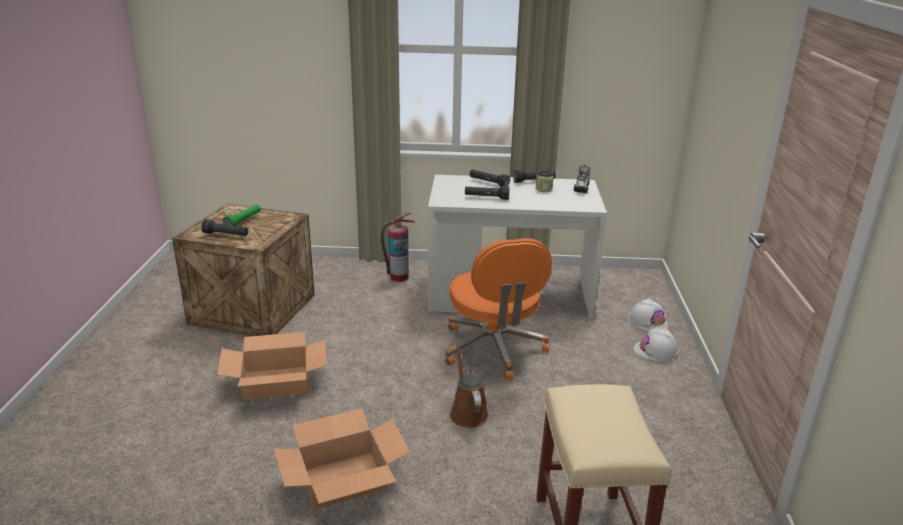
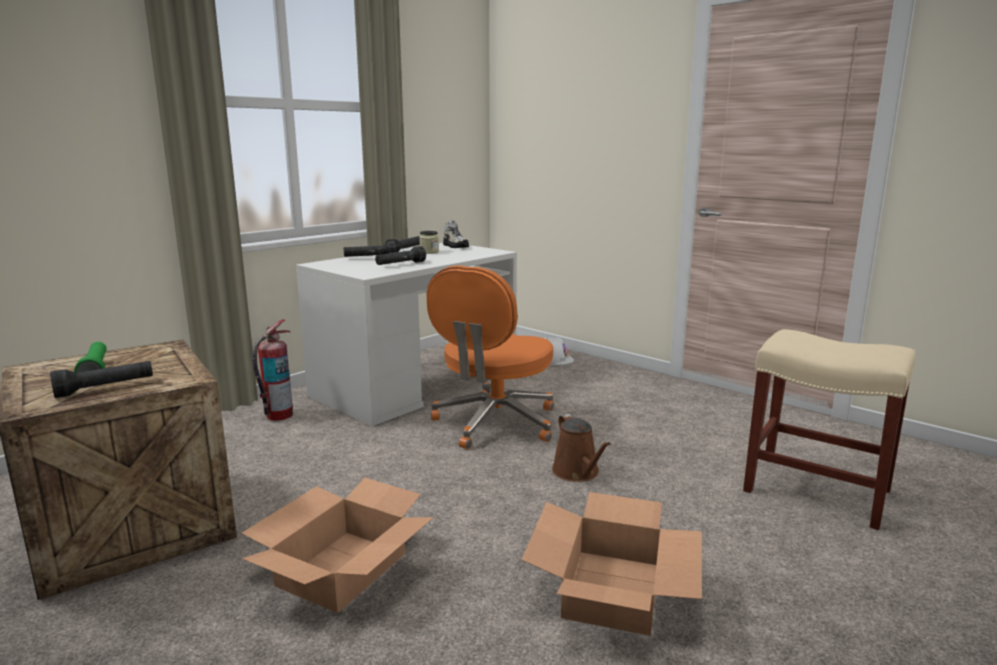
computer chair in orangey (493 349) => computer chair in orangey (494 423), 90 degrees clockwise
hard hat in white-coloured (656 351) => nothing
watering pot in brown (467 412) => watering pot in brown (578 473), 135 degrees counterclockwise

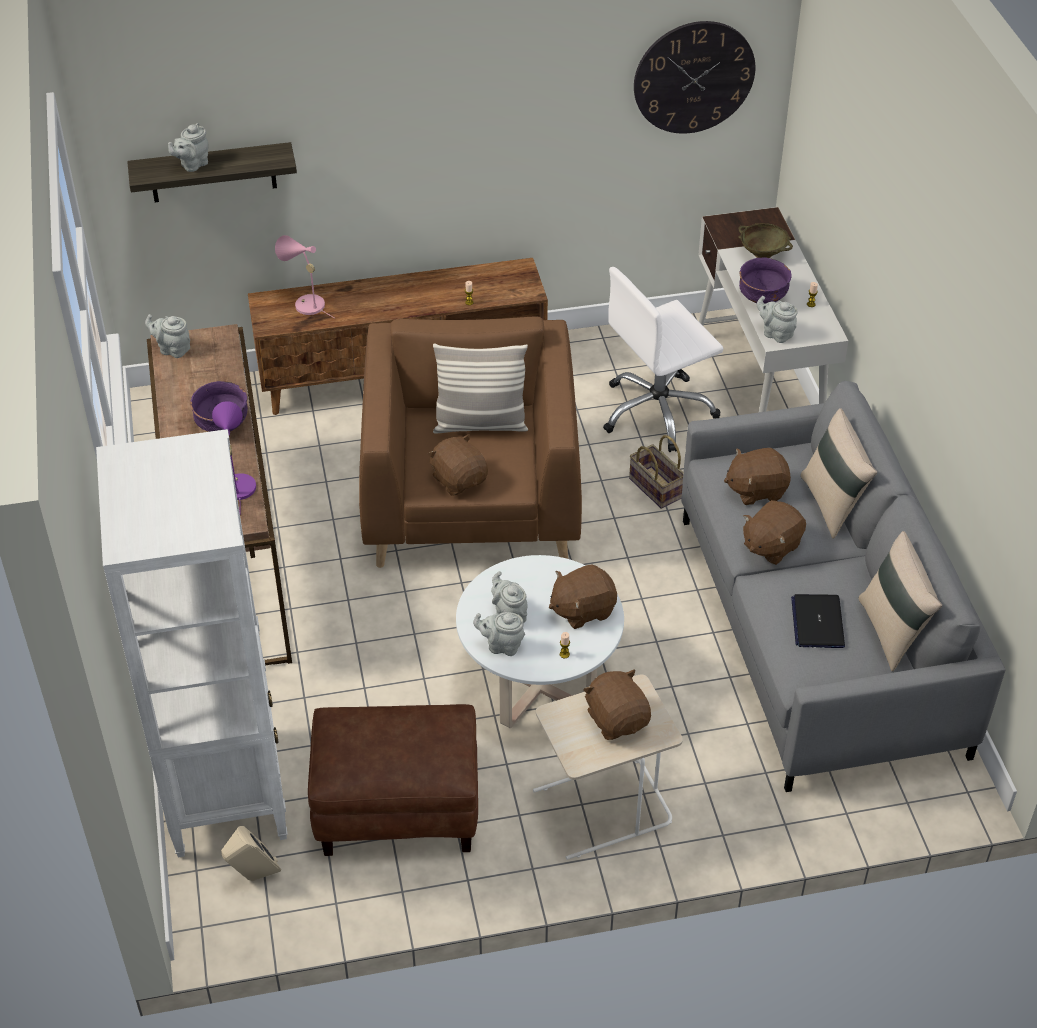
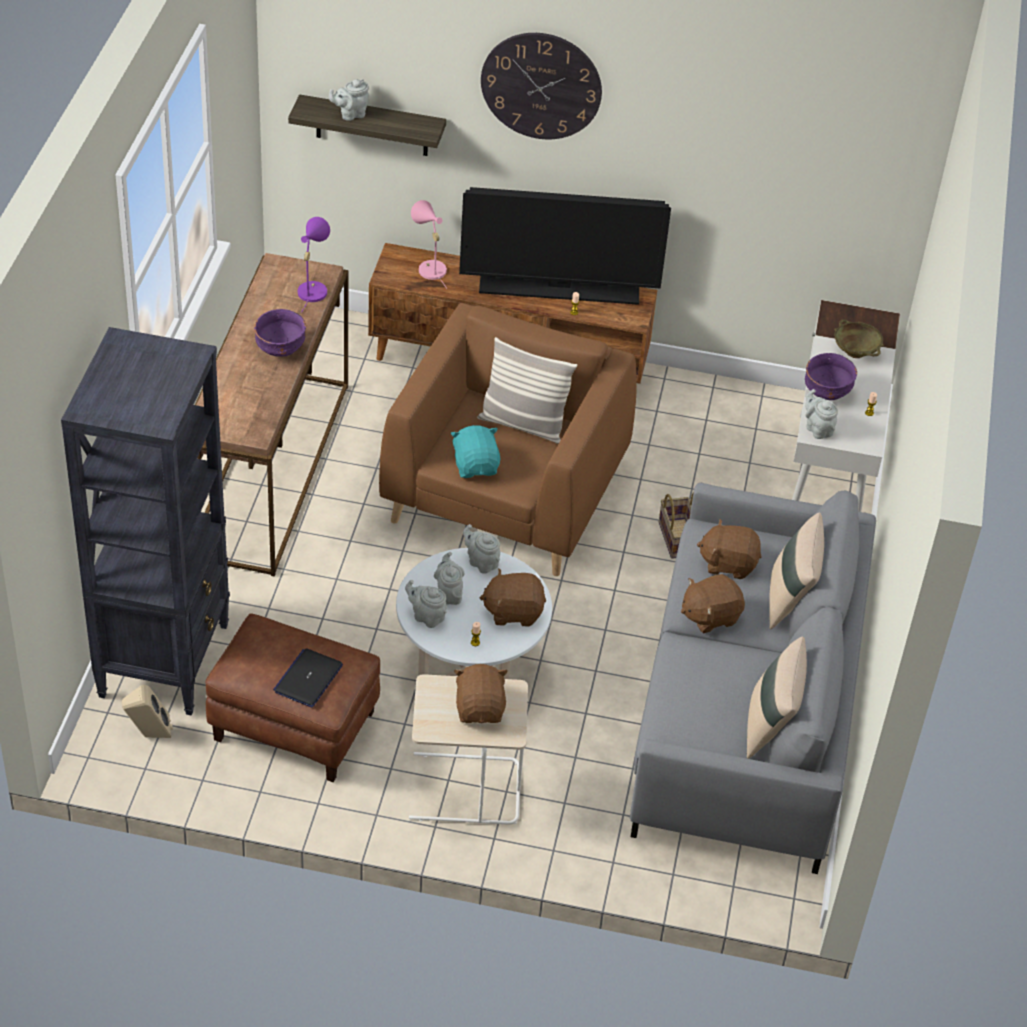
clock on the wall (694 77) => clock on the wall (541 85), move
computer chair in white-coloured (657 412) => nothing
tea pot in greyish (172 349) => tea pot in greyish (481 562), move
tabletop lamp in purplish (237 484) => tabletop lamp in purplish (312 289), move
bookcase in white-coloured (226 790) => bookcase in black (165 659)
cuddly toy in brown (459 479) => cuddly toy in blue-green (476 466)
portable computer (817 622) => portable computer (308 678), move
nothing => TV (560 290)

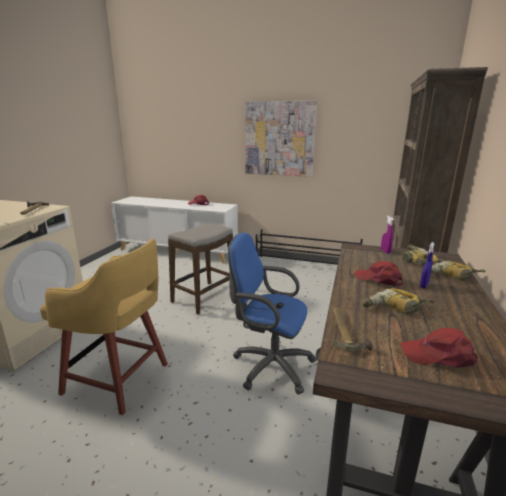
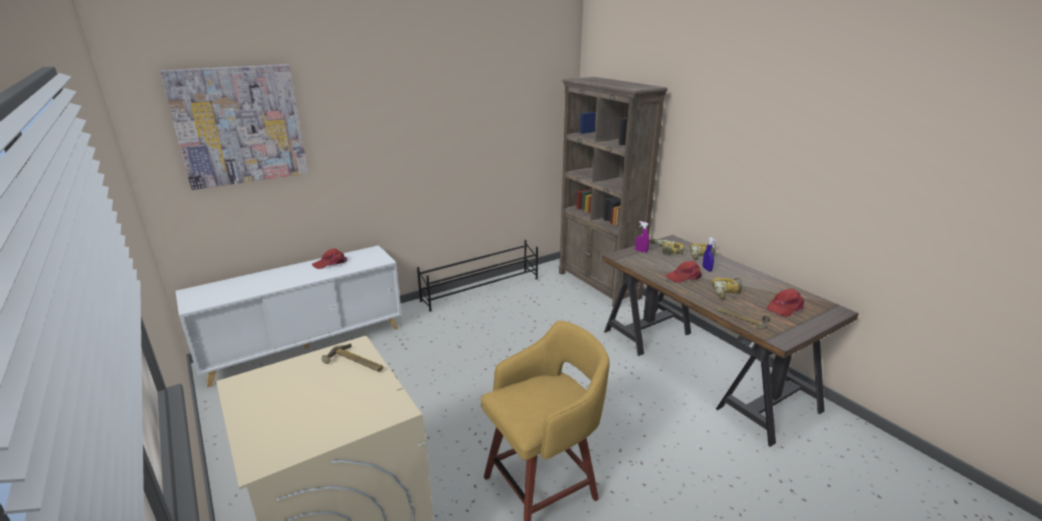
picture (279 139) => picture (240 125), move
sitting stool (204 297) => nothing
computer chair in bluish (268 365) => nothing

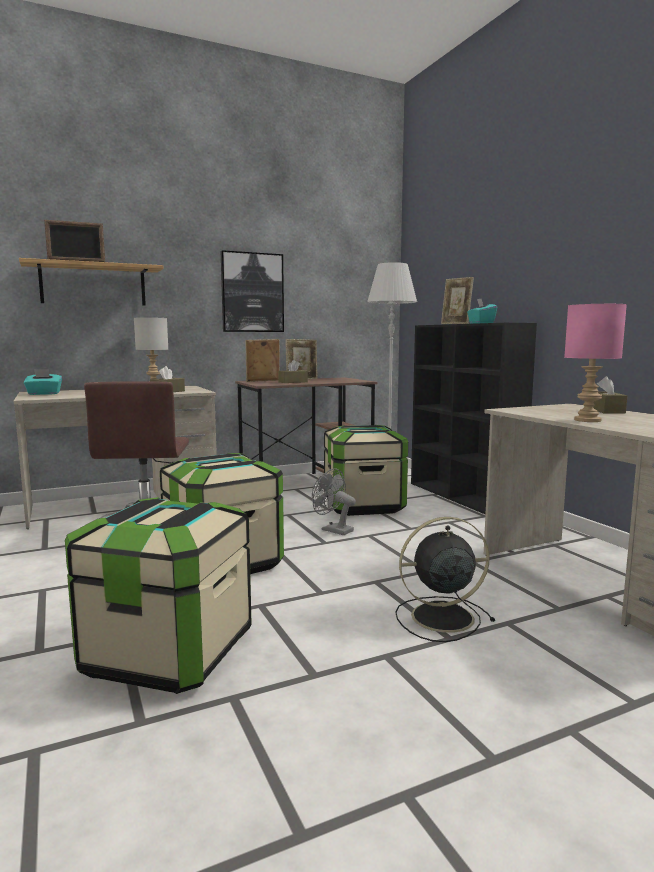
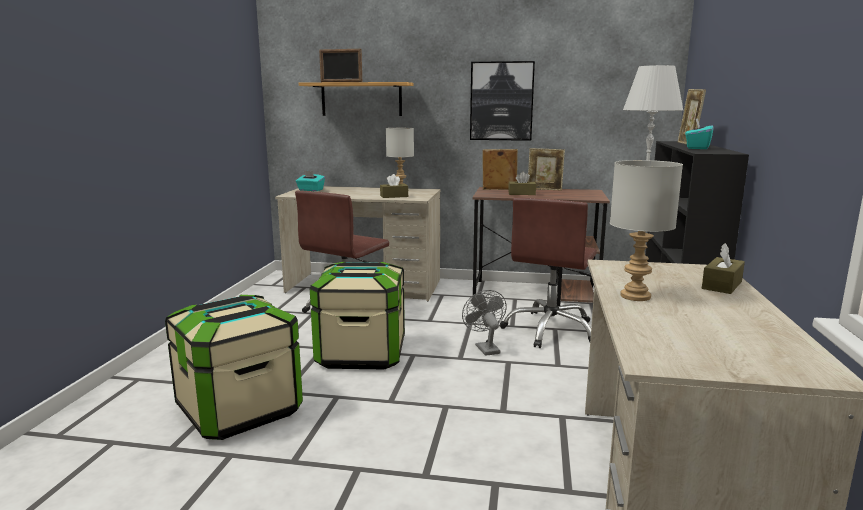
tabletop lamp in pink-coloured (586 420) => tabletop lamp in greyish (634 296)
storage box (363 505) => computer chair in brown (550 330)
fan in black (439 617) => nothing

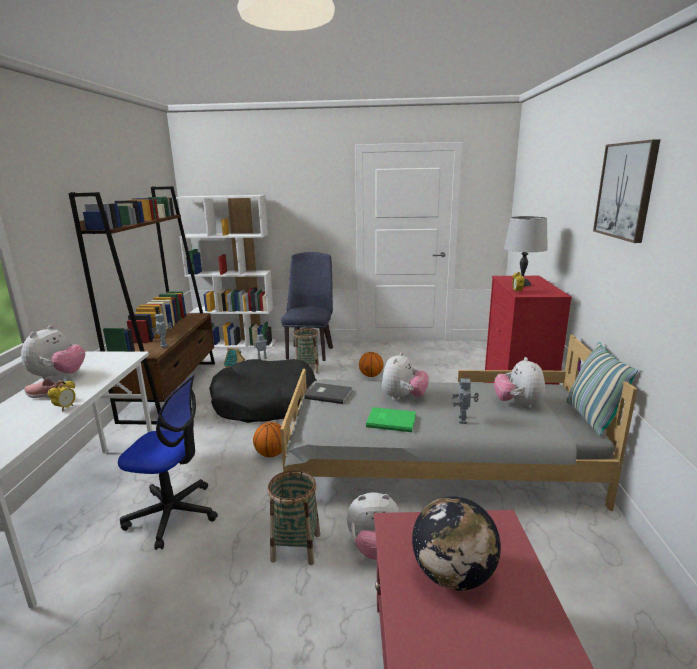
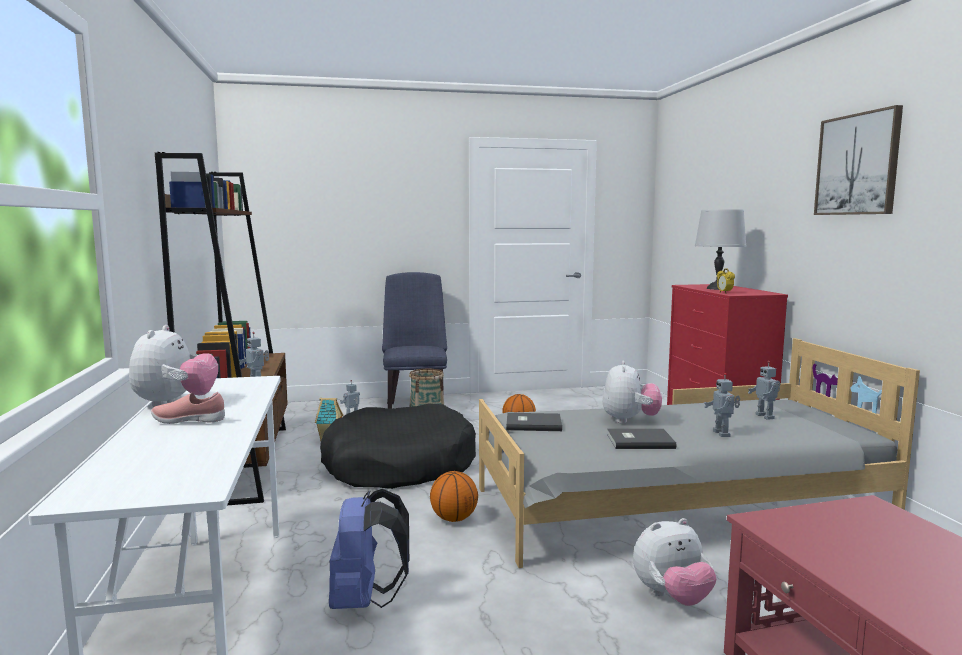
bookcase in white-coloured (236 344) => nothing
throw pillow (591 418) => nothing
cuddly toy (518 404) => toy robot (765 416)
computer chair (173 514) => knapsack in bluish (365 601)
table clock (66 408) => nothing
volume in green (390 420) => volume in greyish (638 441)
household basket (296 547) => nothing
globe (453 575) => nothing

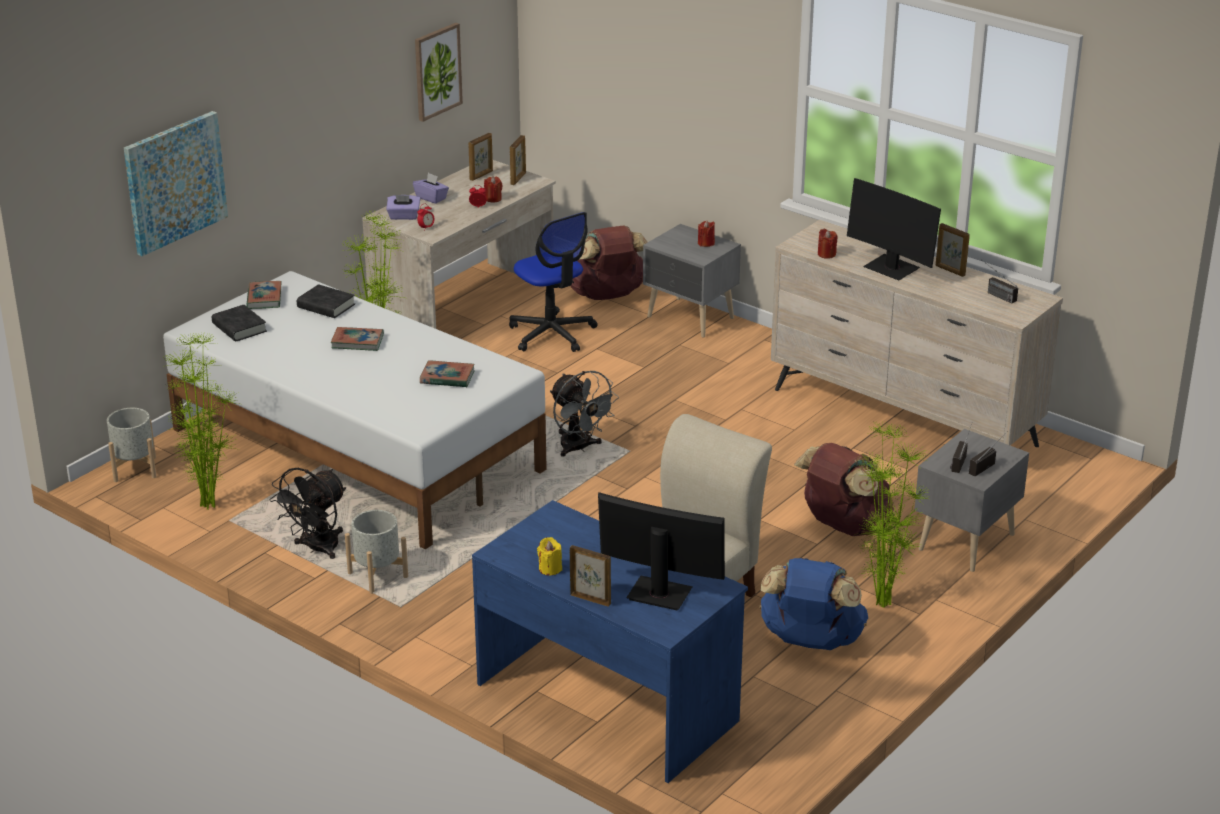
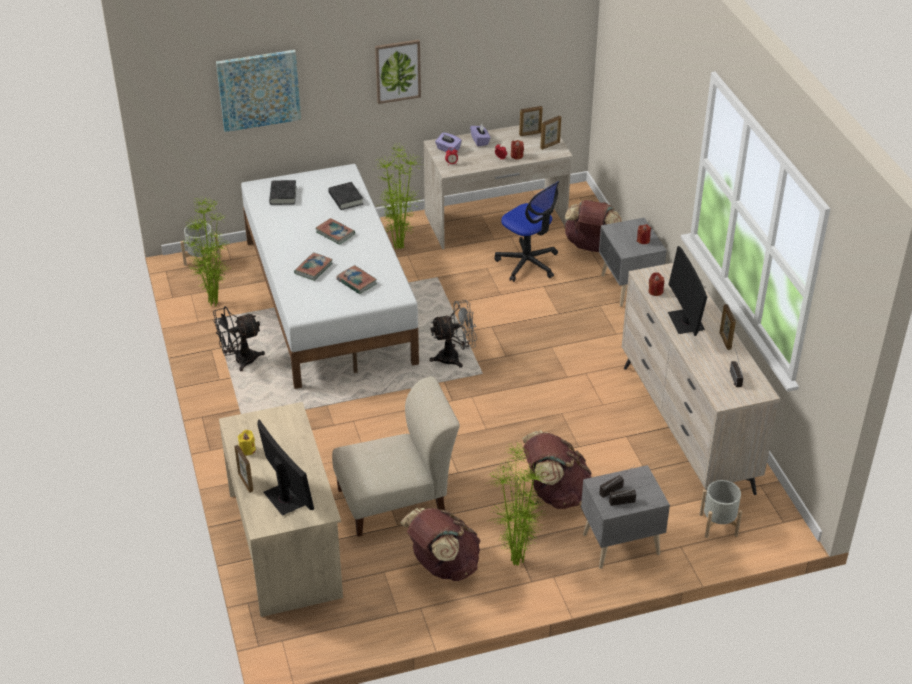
picture (437 71) => picture (397 71), move
computer chair (552 334) => computer chair (527 263), 45 degrees counterclockwise
volume (264 298) => volume (313 268), move
fan in greyish (579 448) => fan in greyish (454 357), 105 degrees counterclockwise
desk table in bluish (608 701) => desk table in beige-coloured (286 544)
flower pot in greyish (378 575) => flower pot in greyish (718 525), move
knapsack in bluish (810 641) => knapsack in brown (443 566)

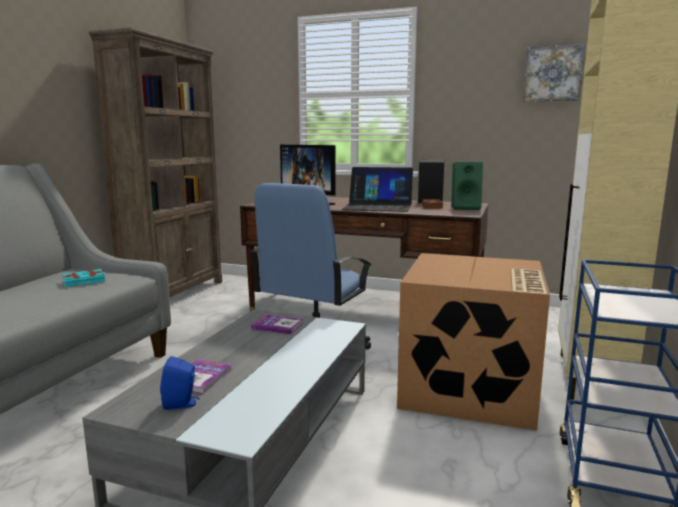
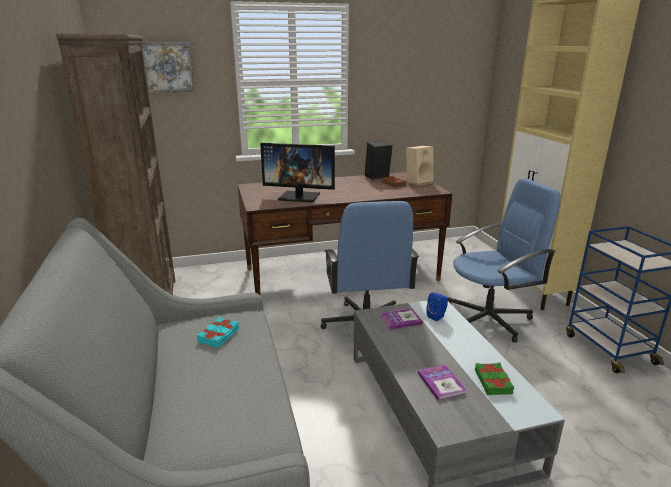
picture (552 74) => picture (168 67), move
loudspeaker in green (466 208) => loudspeaker in beige-coloured (418 182)
portable computer (378 207) => nothing
packing box (470 389) => computer chair in bluish (489 319)
loudspeaker in bluish (182 404) => loudspeaker in bluish (437 316), move
nothing => volume in green (493 382)

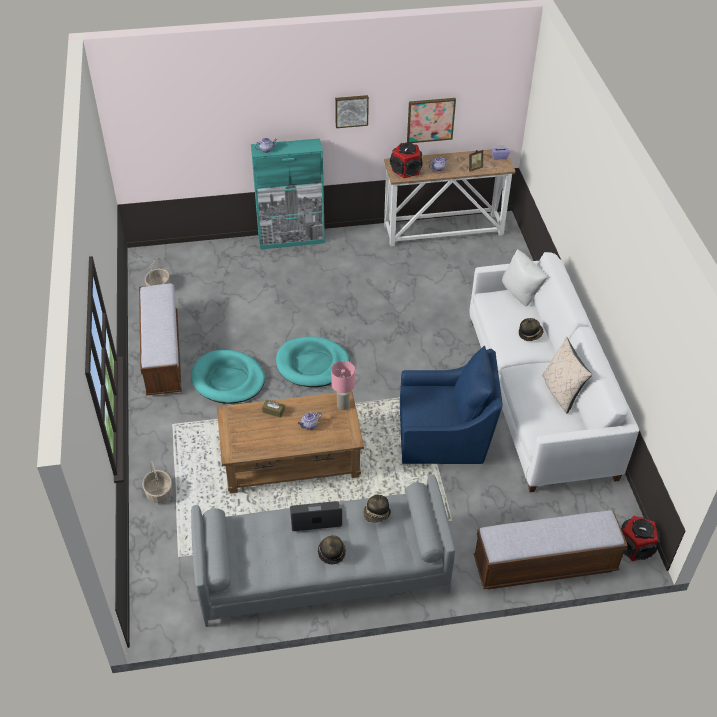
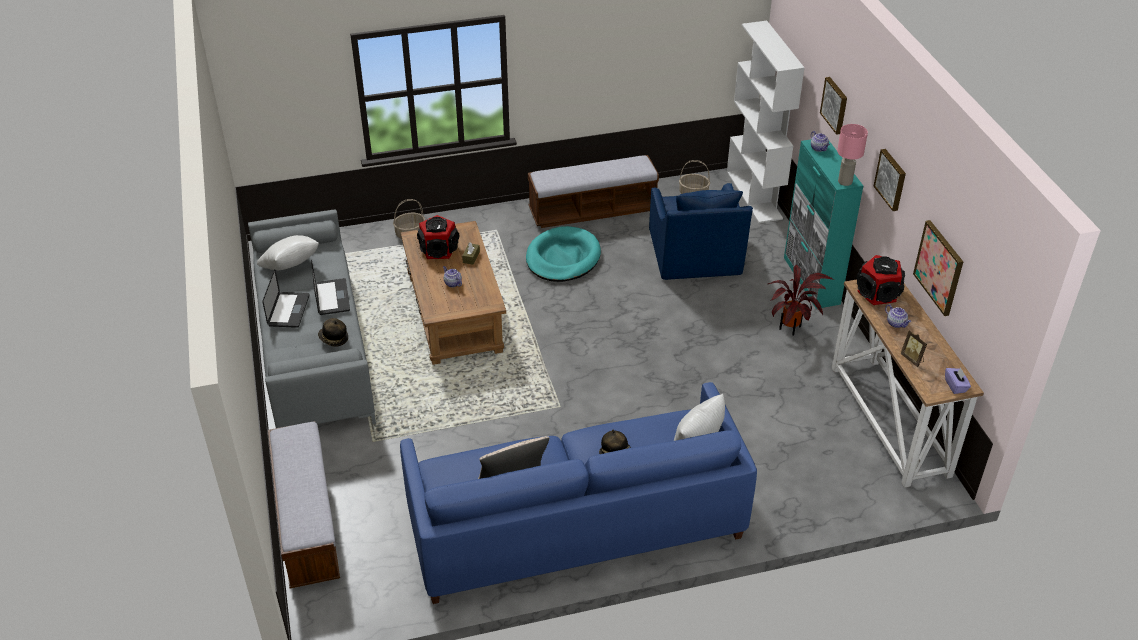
settee in white-coloured (539 396) => settee in bluish (575 524)
dog bed in blue-green (312 364) => nothing
lounge chair in bluish (445 435) => lounge chair in bluish (695 256), move
tabletop lamp in pink-coloured (343 405) => tabletop lamp in pink-coloured (845 182), move
loudspeaker (634 546) => loudspeaker (439 250), move
hat (331 552) => portable computer (288 310)
nothing => bookcase in white-coloured (754 195)
nothing => picture (835 105)
nothing => throw pillow in white-coloured (291 267)
nothing => houseplant (791 329)

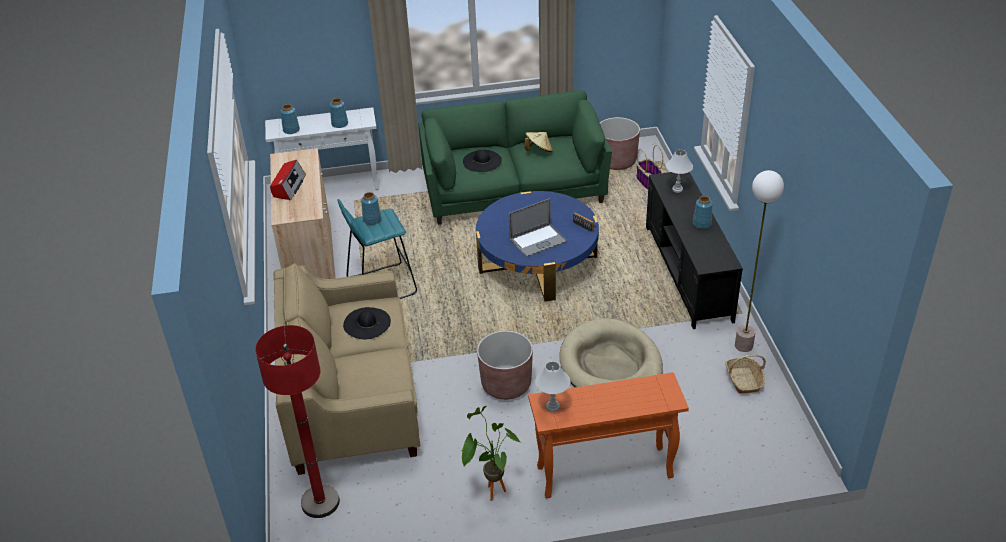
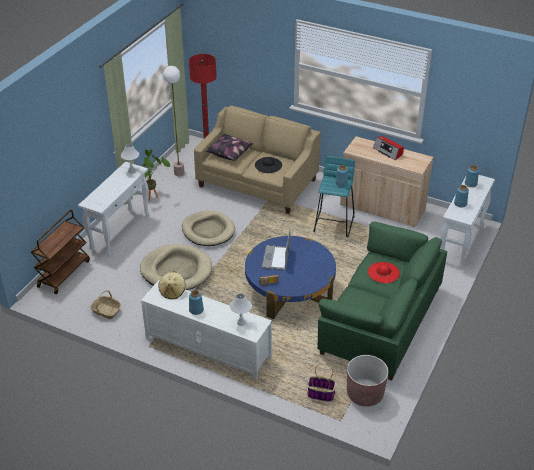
hat in beige-coloured (539 150) => hat in beige-coloured (172 291), move
hat in black (482 161) => hat in red-coloured (383 272)
standing lamp (744 345) => standing lamp (179 173), move
tv stand in black (688 273) => tv stand in white-coloured (207 347)
flower pot in brown (506 384) => dog bed in beige-coloured (208 230)
narrow table in orangey (603 473) => narrow table in white-coloured (120 231)
nothing => throw pillow (229 152)
nothing => wheeled cart in brown (64 273)

